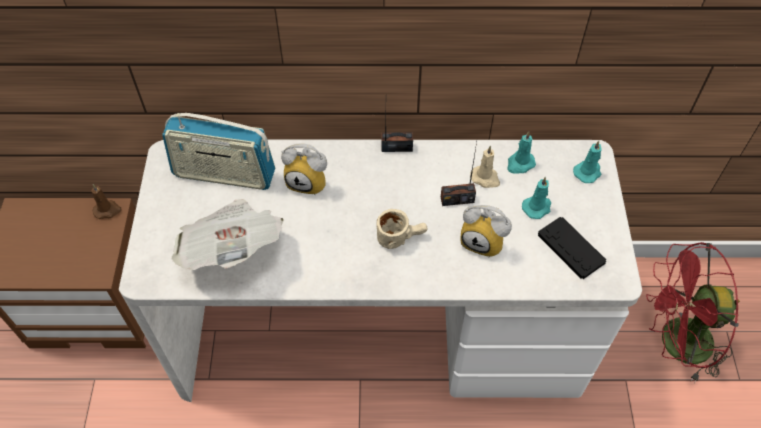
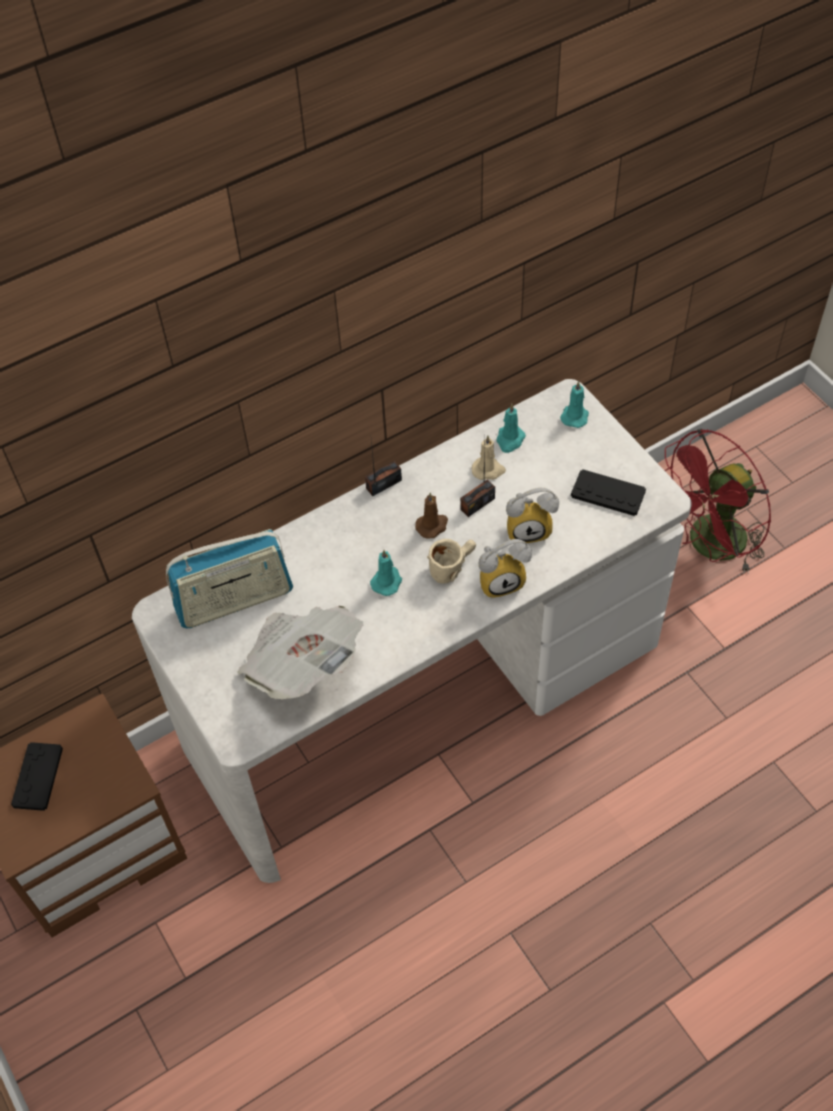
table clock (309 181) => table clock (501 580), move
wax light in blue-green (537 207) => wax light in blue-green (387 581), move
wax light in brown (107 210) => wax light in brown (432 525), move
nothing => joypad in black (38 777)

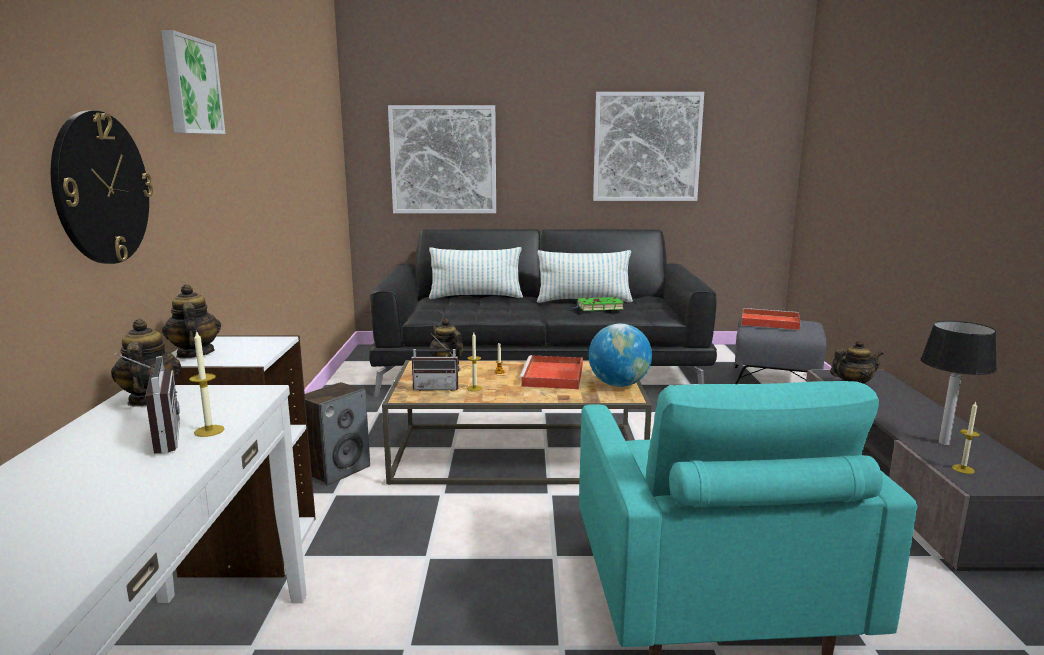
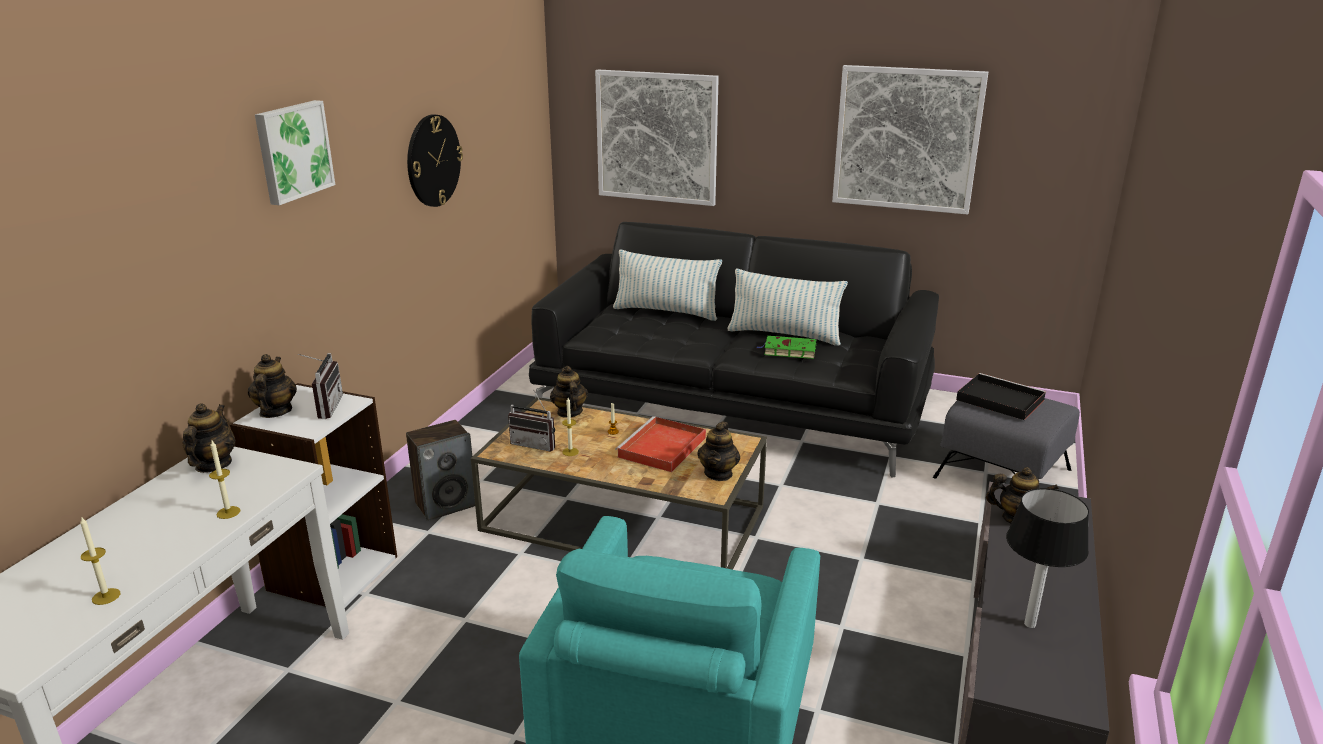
clock on the wall (101 188) => clock on the wall (433 160), move
tray in red-coloured (768 322) => tray in black (998 399)
globe (618 385) => tea pot (718 473)
radio set (156 440) => radio set (324 407), move
wax light (963 469) => wax light (106 596), move

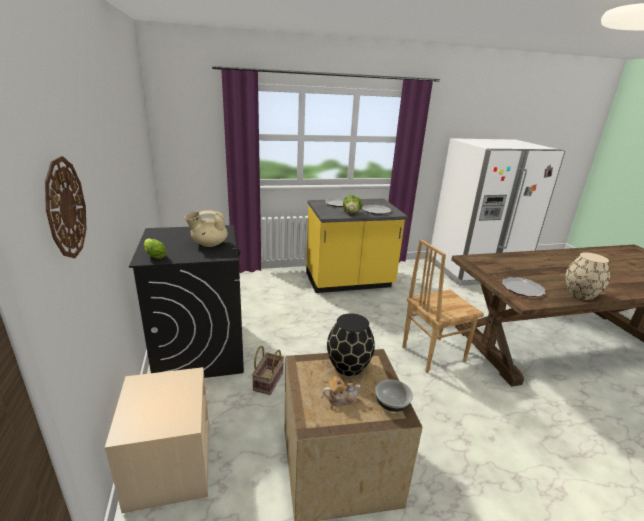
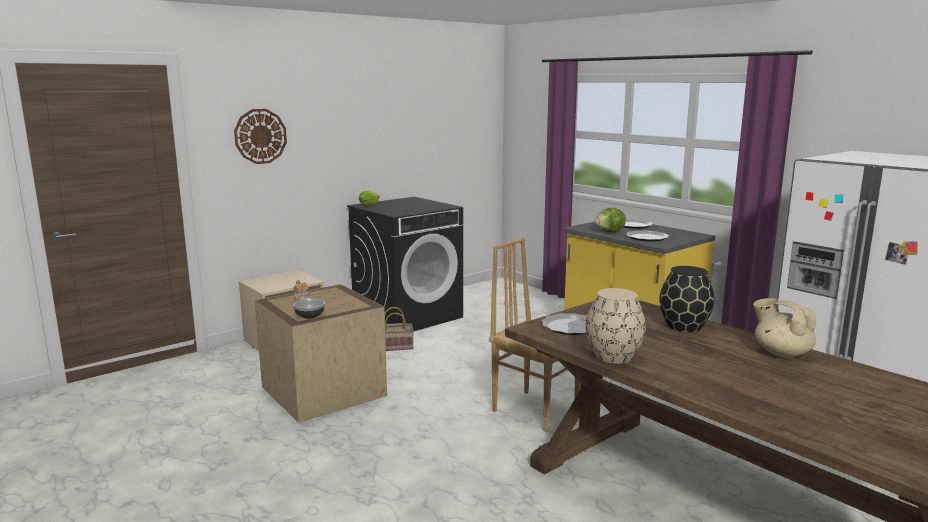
tea pot in beige-coloured (209 244) => tea pot in beige-coloured (781 353), move
flower vase in black (348 366) => flower vase in black (684 327), move

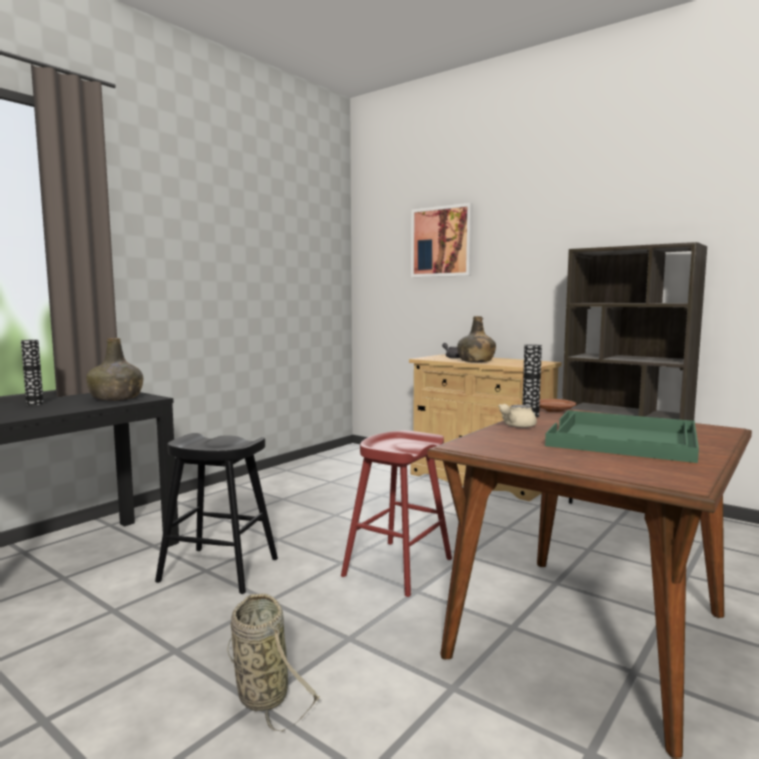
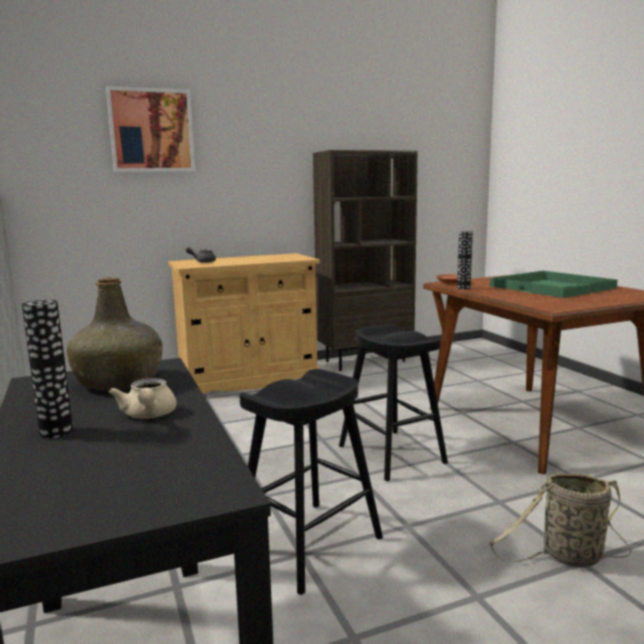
beverage bottle in green (475 361) => nothing
tea pot in beige-coloured (515 426) => tea pot in beige-coloured (148 416), move
sitting stool in red-coloured (398 567) => sitting stool in black (391 454)

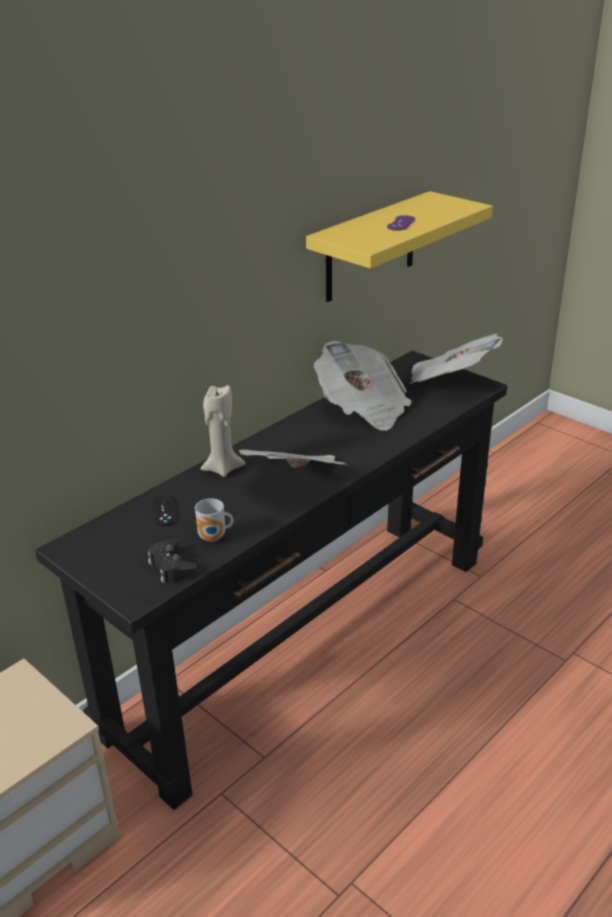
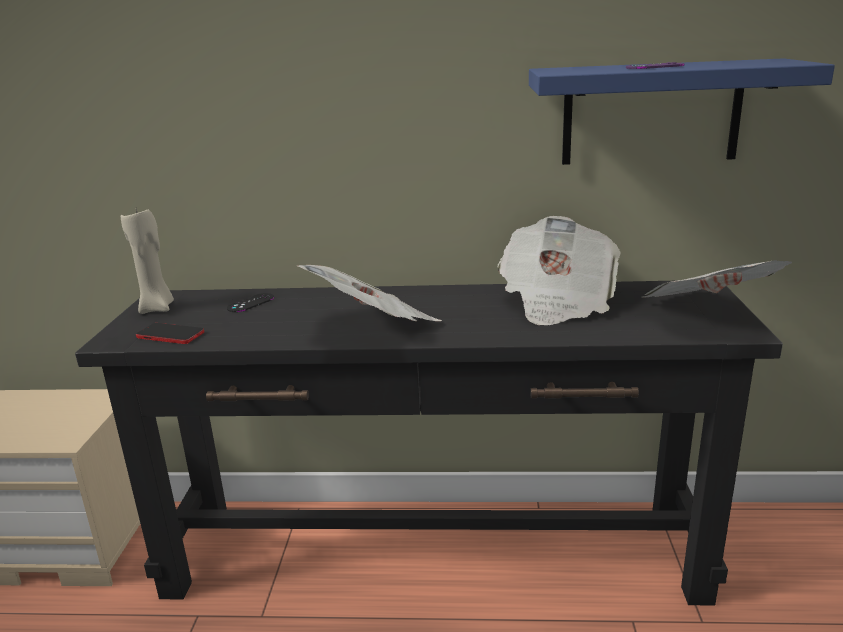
shelf in yellow-coloured (370 247) => shelf in bluish (651 113)
wax light in beige-coloured (222 468) => wax light in beige-coloured (157 308), move
coffee mug (214 538) => nothing
joypad in black (171 566) => phone (170 335)

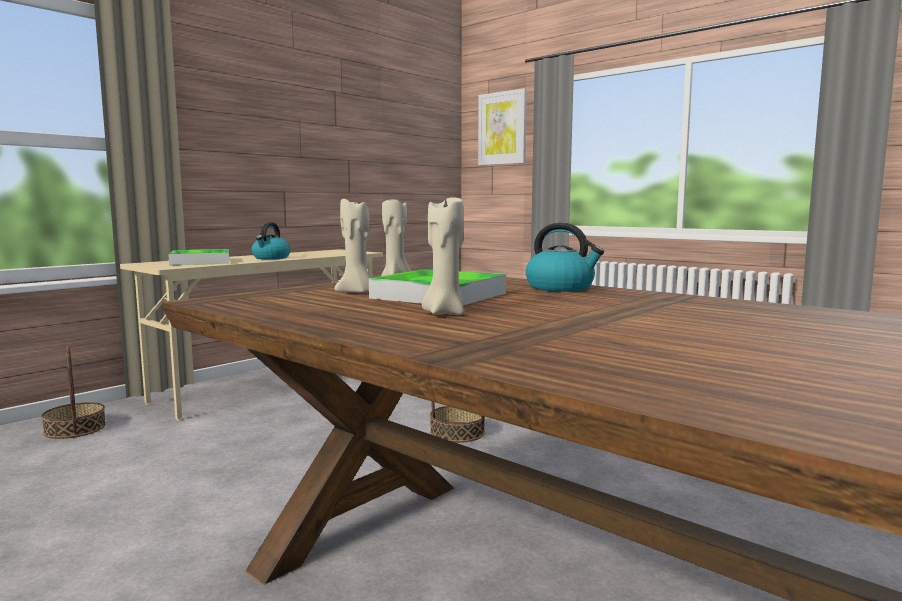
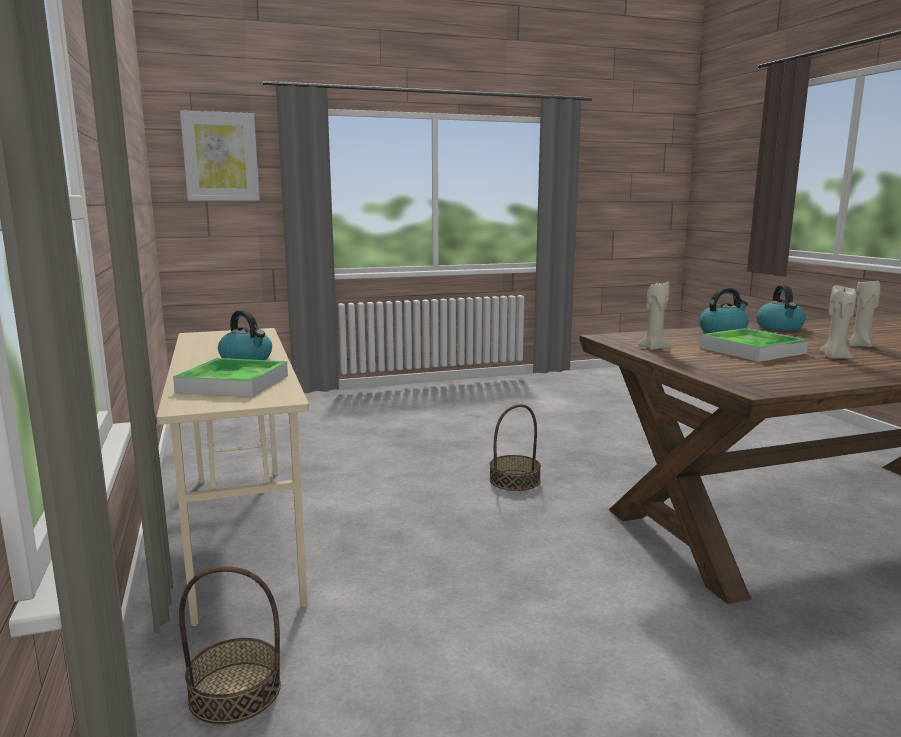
wax light in beige-coloured (357 293) => wax light in beige-coloured (861 346), move
nothing => tea kettle (780 327)

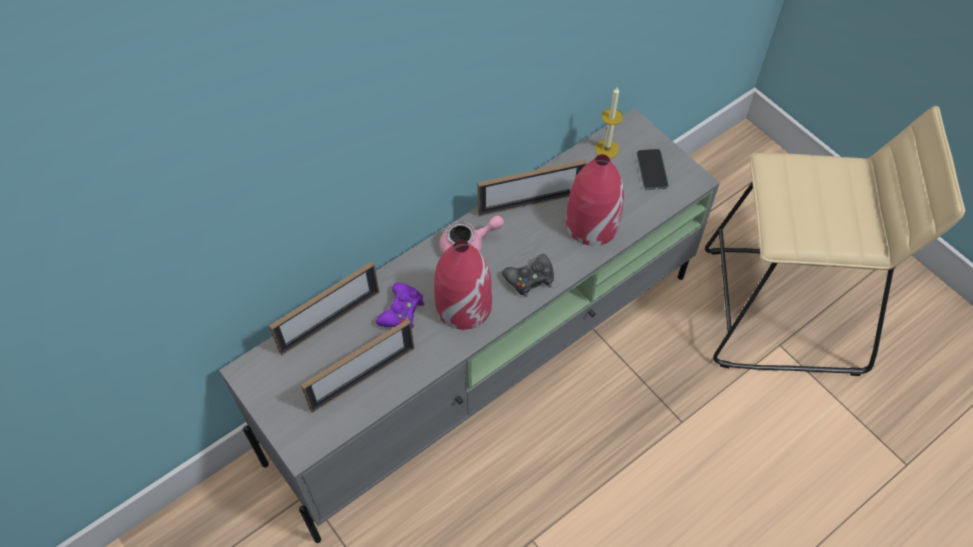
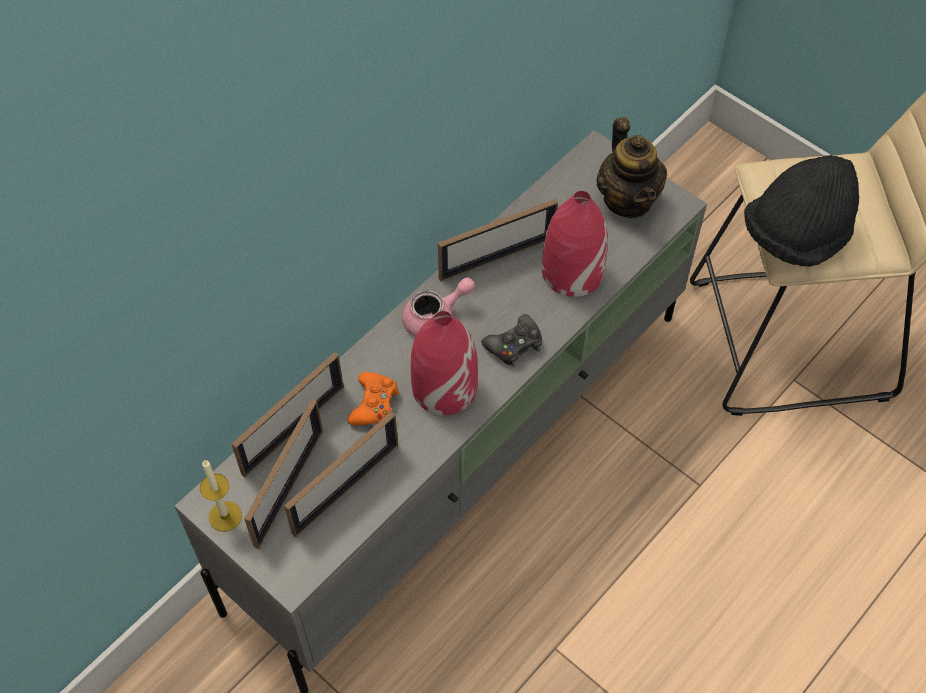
wax light (606 149) => wax light (225 516), move
phone (652 170) => tea pot (628 199)
joypad in purplish (402 311) => joypad in orangey (374 404)
nothing => hat in black (795 236)
nothing => standing frame (289 487)

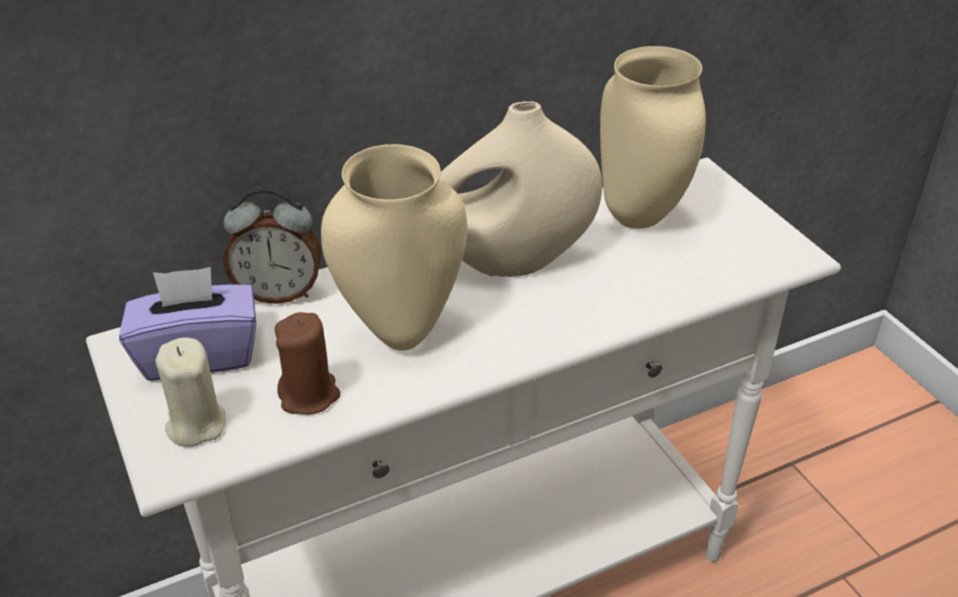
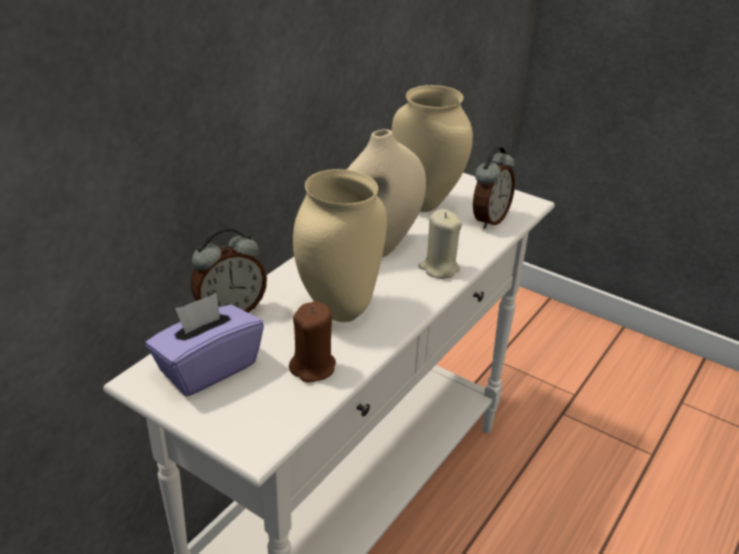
wax light in beige-coloured (195 424) => wax light in beige-coloured (439 268), move
nothing => table clock (488 220)

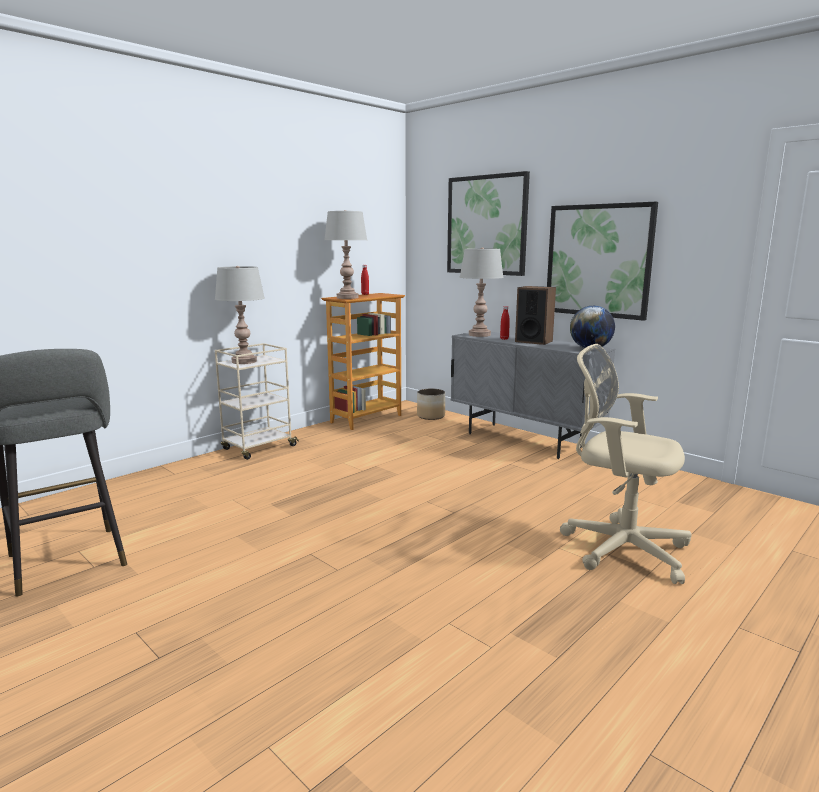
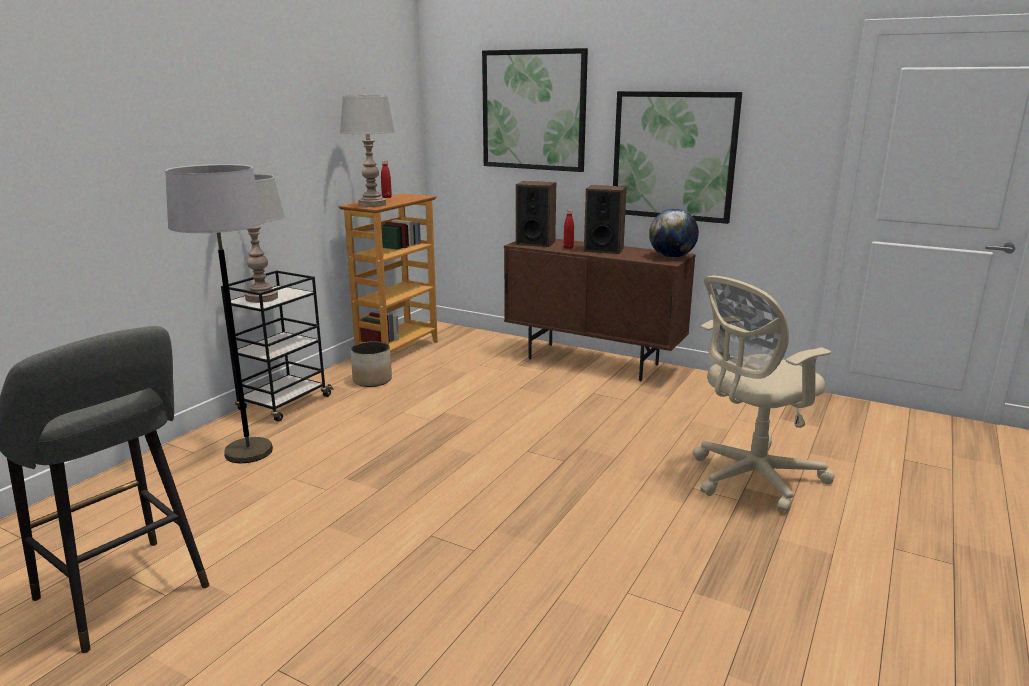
tabletop lamp in greyish (479 335) => loudspeaker (535 243)
storage cabinet in greyish (523 440) => storage cabinet in brown (593 362)
wheeled cart in beige-coloured (258 448) => wheeled cart in black (284 404)
computer chair in beige-coloured (619 547) => computer chair in beige-coloured (750 479), 45 degrees counterclockwise
flower pot (431 416) => flower pot (372 380), move
nothing => standing lamp in greyish (249 452)

